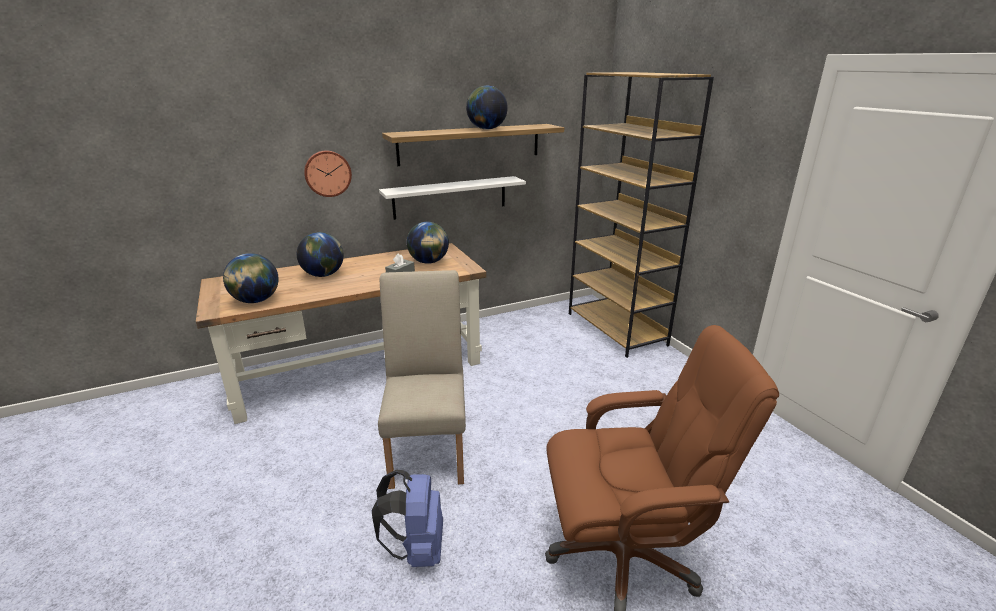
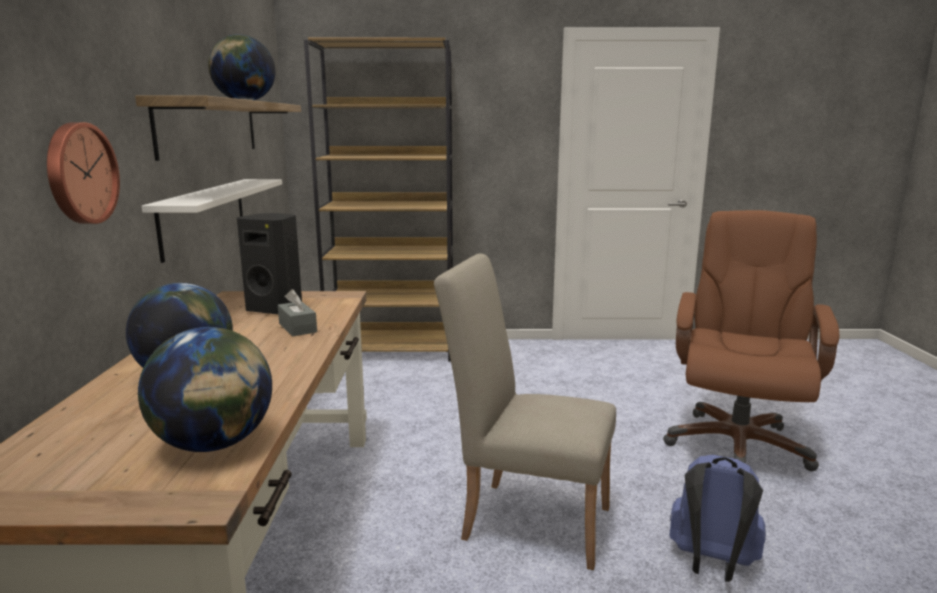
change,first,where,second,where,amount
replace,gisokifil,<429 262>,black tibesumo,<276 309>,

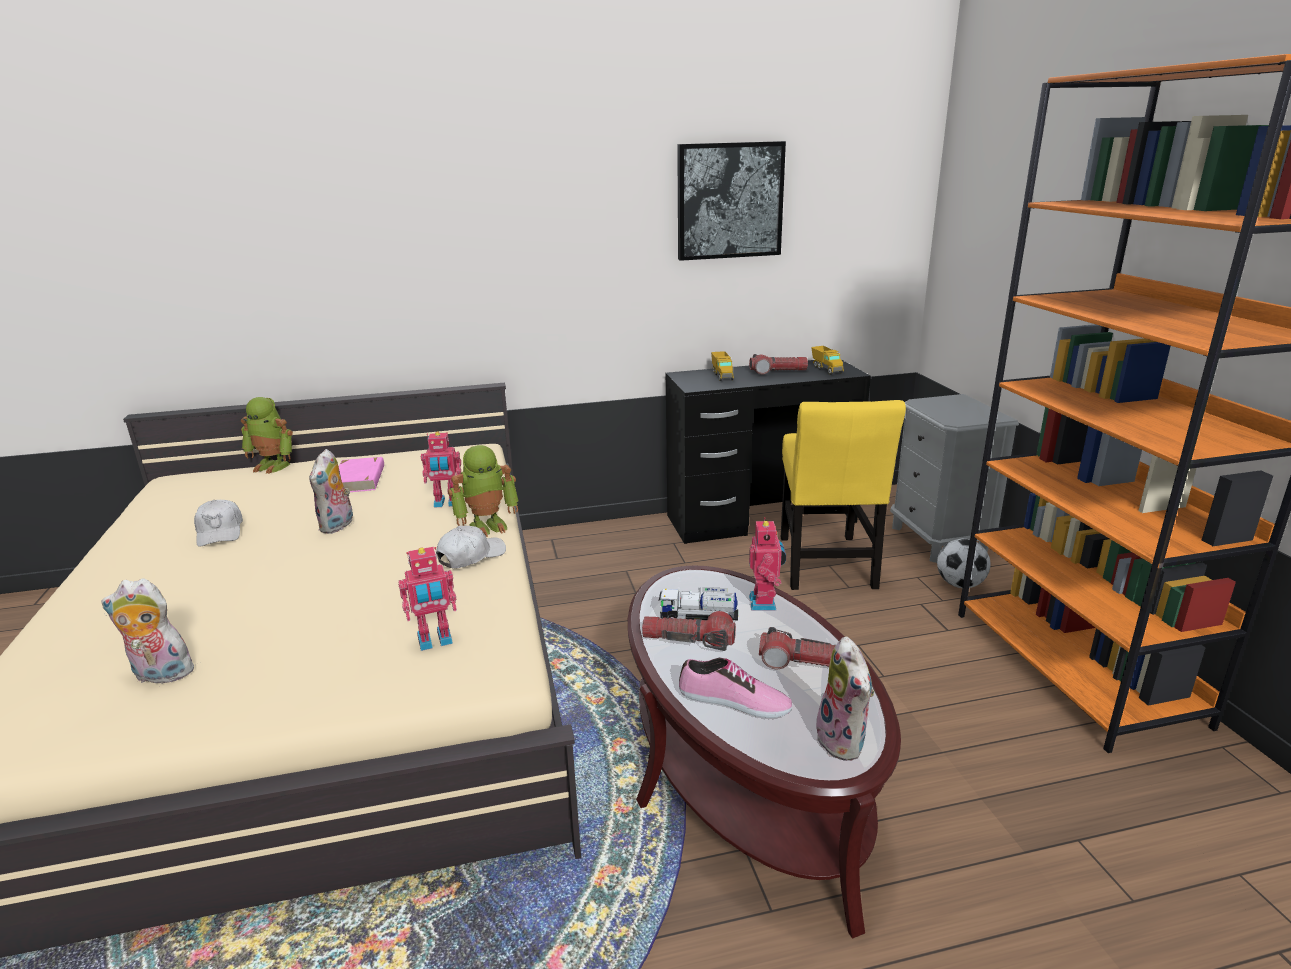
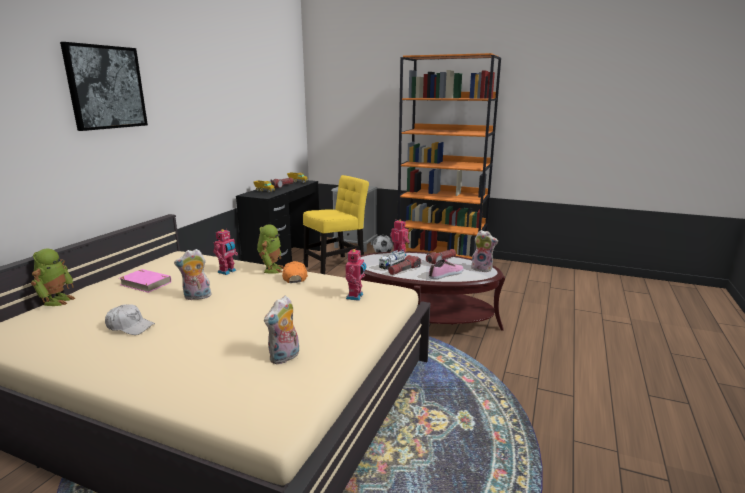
change,first,where,second,where,amount
rotate,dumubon,<274 465>,,<57 300>,45 degrees counterclockwise
move,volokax,<729 201>,,<106 87>,
rotate,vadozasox,<338 526>,,<196 297>,120 degrees clockwise
recolor,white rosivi,<471 556>,orange rosivi,<295 277>,
rotate,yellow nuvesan,<826 565>,,<336 265>,75 degrees counterclockwise

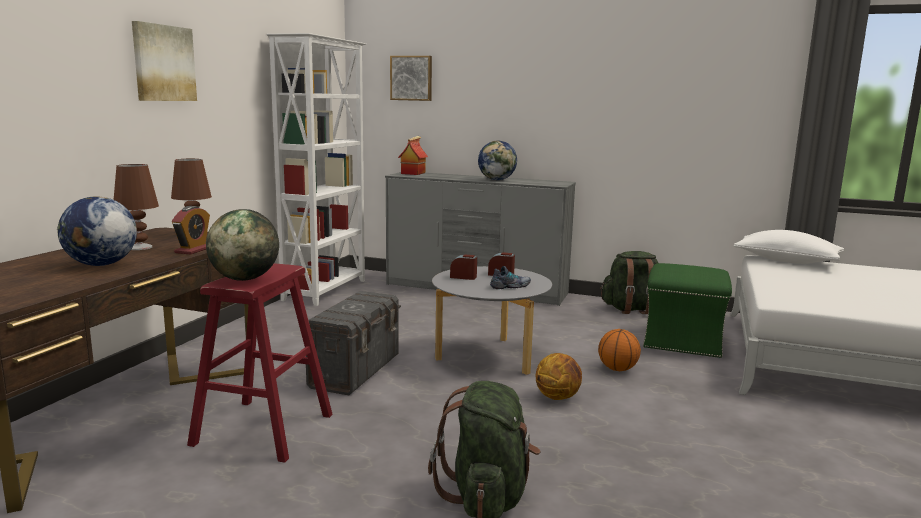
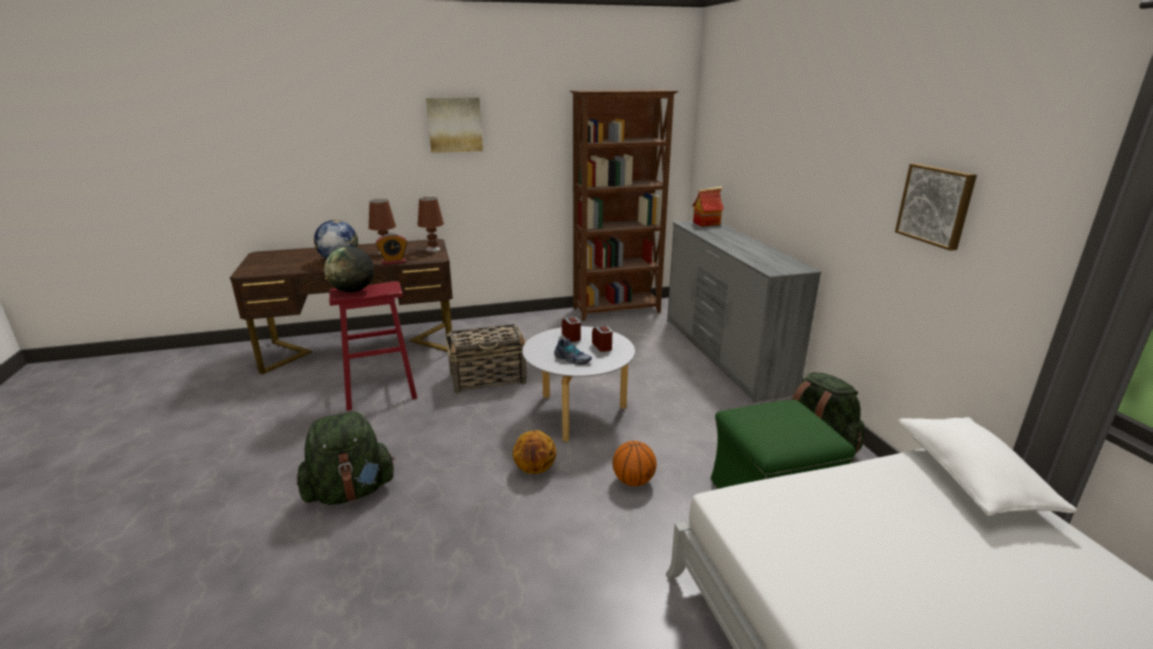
change,first,where,second,where,amount
replace,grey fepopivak,<355 371>,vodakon,<489 378>,
recolor,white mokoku,<326 290>,brown mokoku,<617 310>,
move,volokax,<411 78>,,<936 205>,
delete,gisokifil,<497 180>,,,

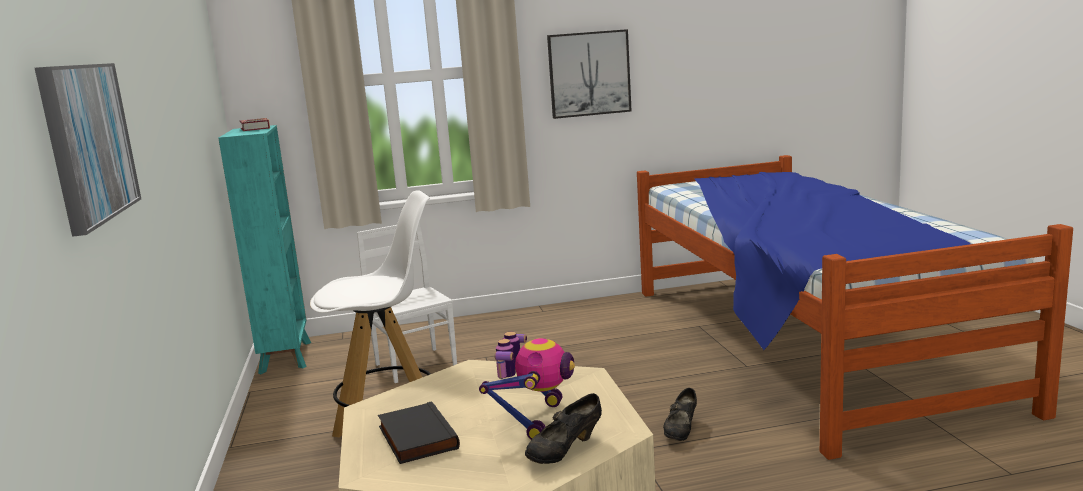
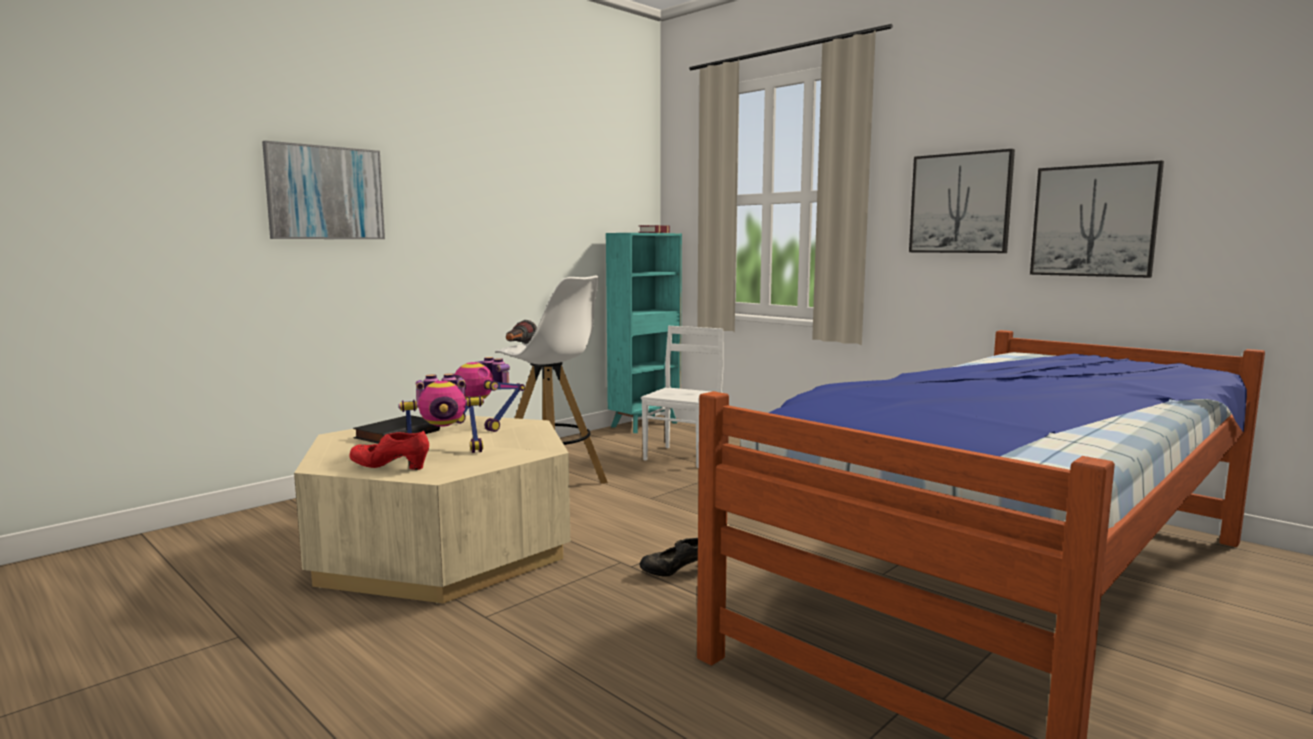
change,first,where,second,where,amount
recolor,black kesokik,<565 451>,red kesokik,<390 468>,
insert,,,dumubon,<482 425>,
insert,,,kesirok,<518 346>,
insert,,,volokax,<1094 221>,

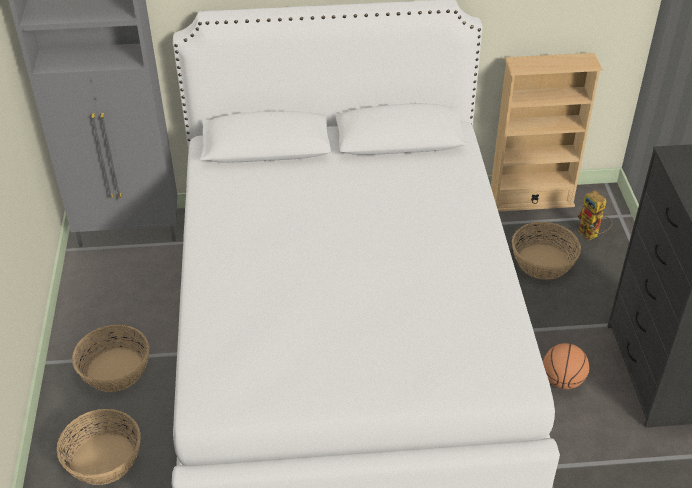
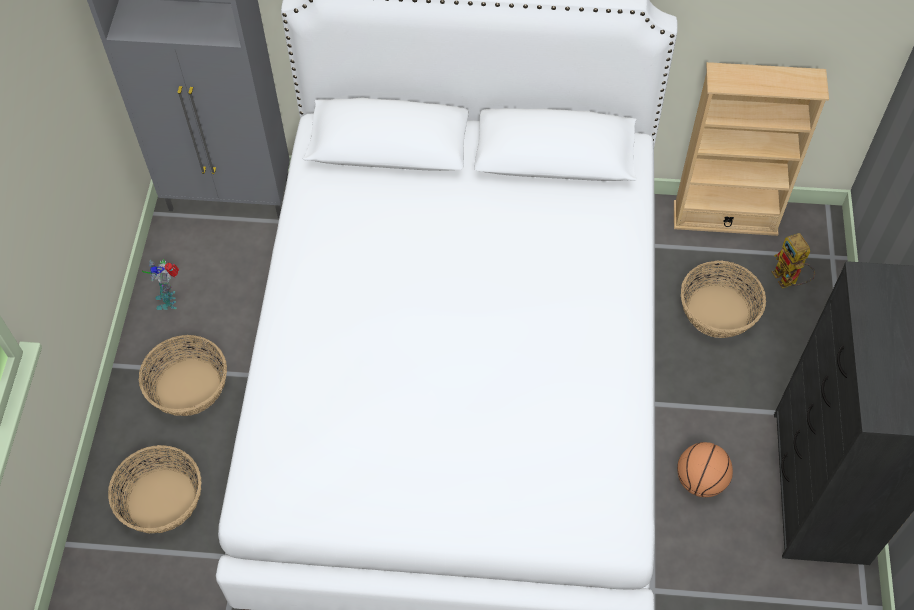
change,first,where,second,where,amount
insert,,,dumubon,<169 299>,

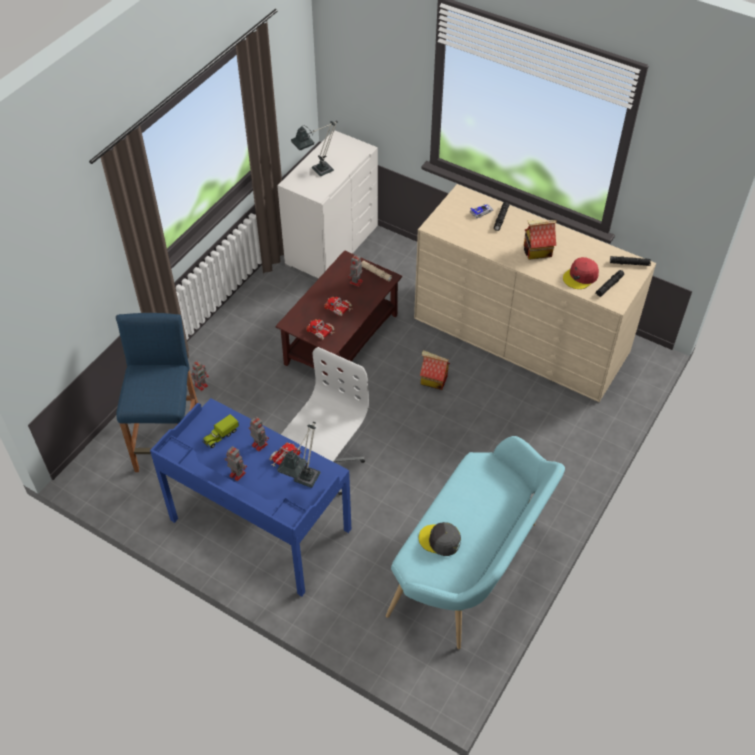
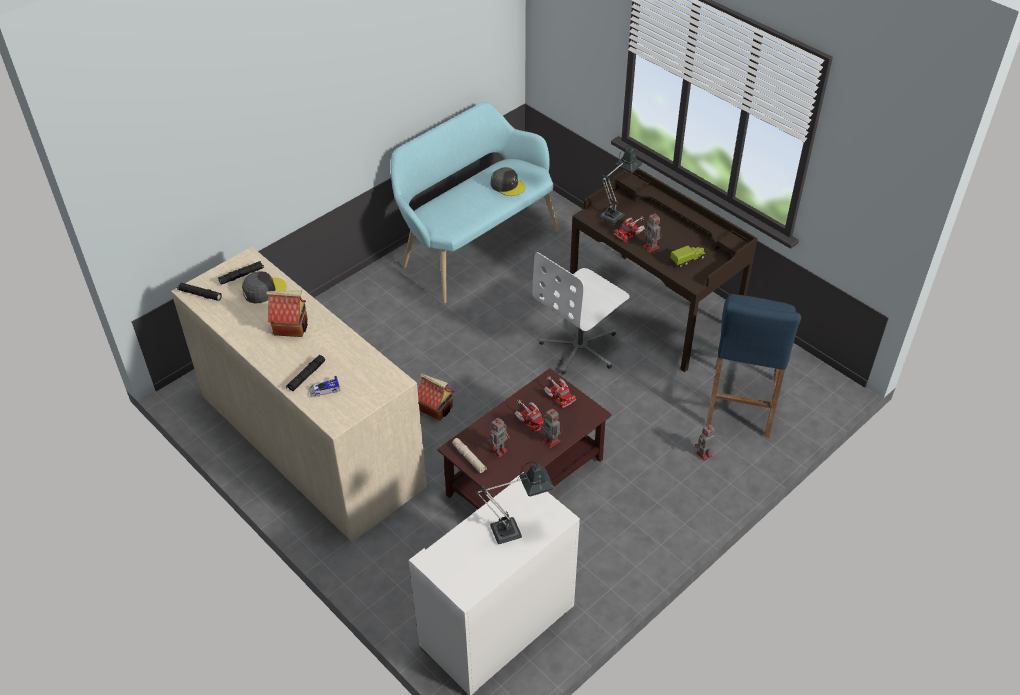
change,first,where,second,where,amount
recolor,red rosivi,<580 276>,grey rosivi,<264 290>,
move,dumubon,<236 474>,,<552 442>,
recolor,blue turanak,<259 525>,brown turanak,<654 309>,

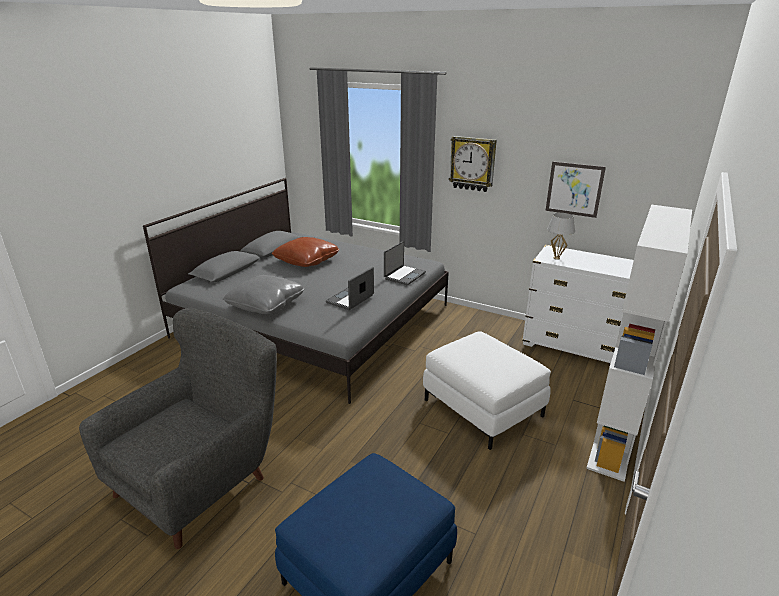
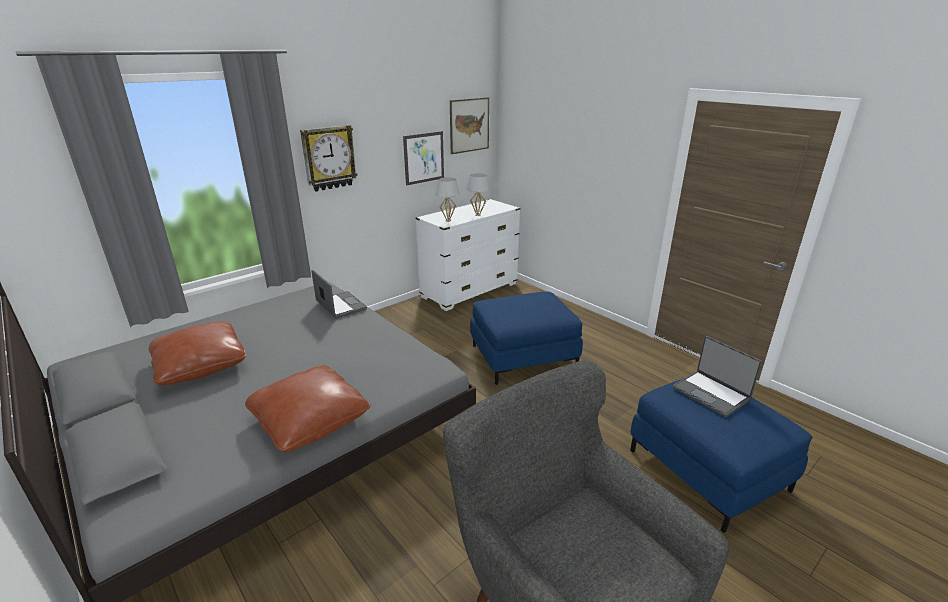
change,first,where,second,where,amount
recolor,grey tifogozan,<266 305>,brown tifogozan,<310 420>,
insert,,,volokax,<469 125>,
insert,,,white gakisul,<477 215>,
recolor,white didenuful,<483 408>,blue didenuful,<523 357>,
move,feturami,<351 299>,,<711 393>,
delete,white mokoku,<615 436>,,,

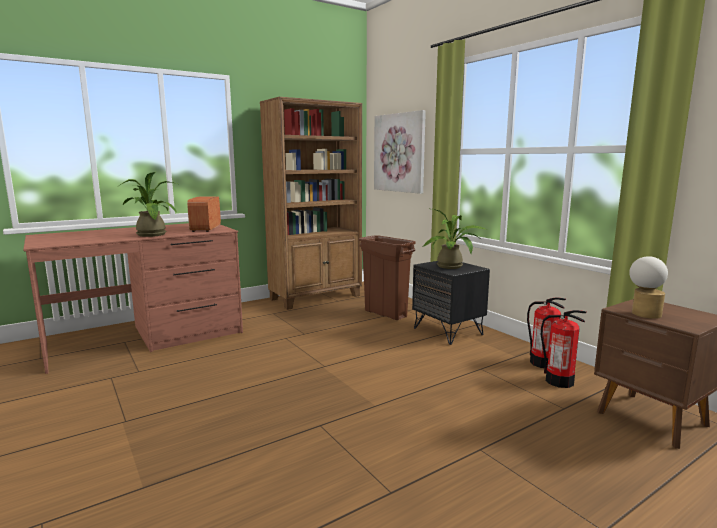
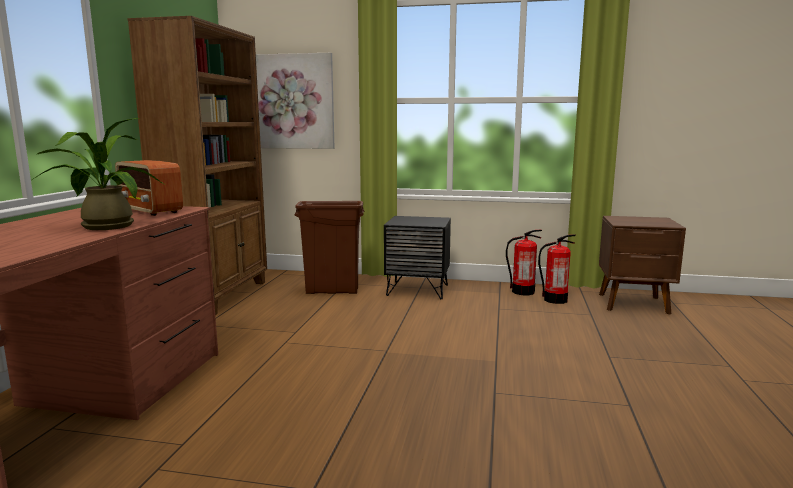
change,first,where,second,where,amount
delete,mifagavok,<453 267>,,,
delete,gakisul,<644 313>,,,

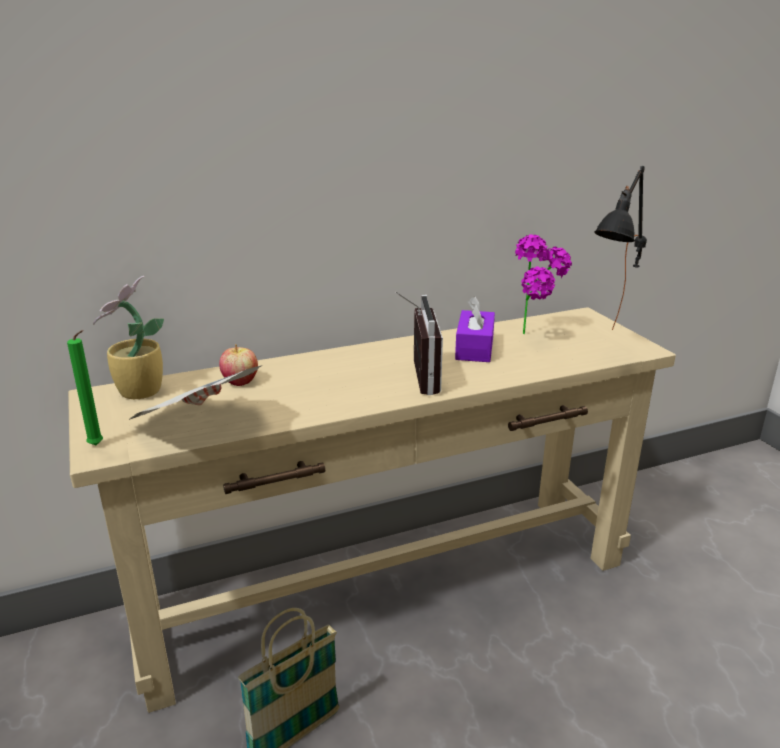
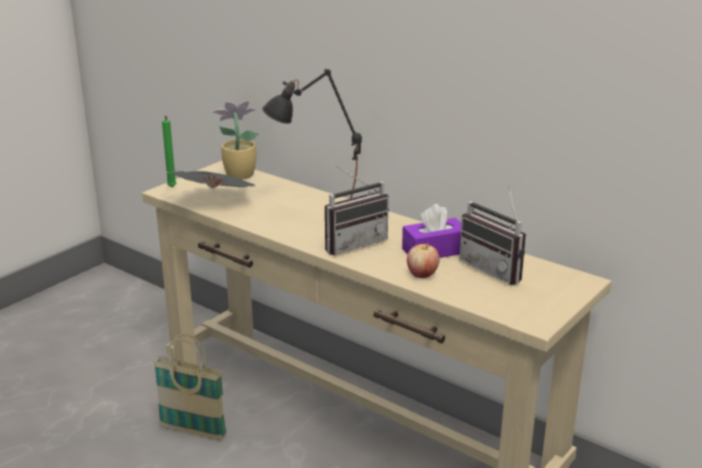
change,first,where,second,where,amount
move,black gakisul,<612 344>,,<313 213>,
move,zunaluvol,<240 382>,,<422 275>,
replace,mifagavok,<536 336>,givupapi,<496 269>,

